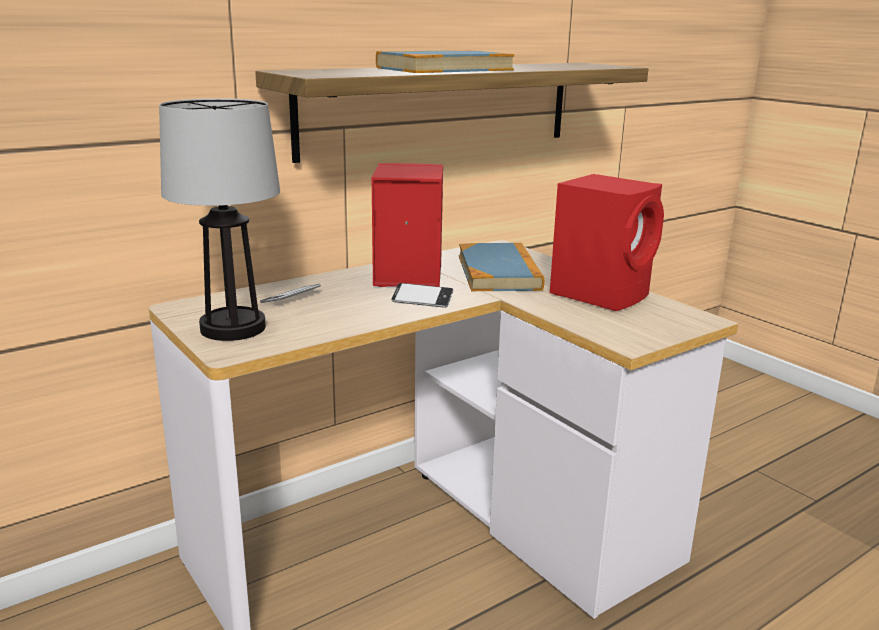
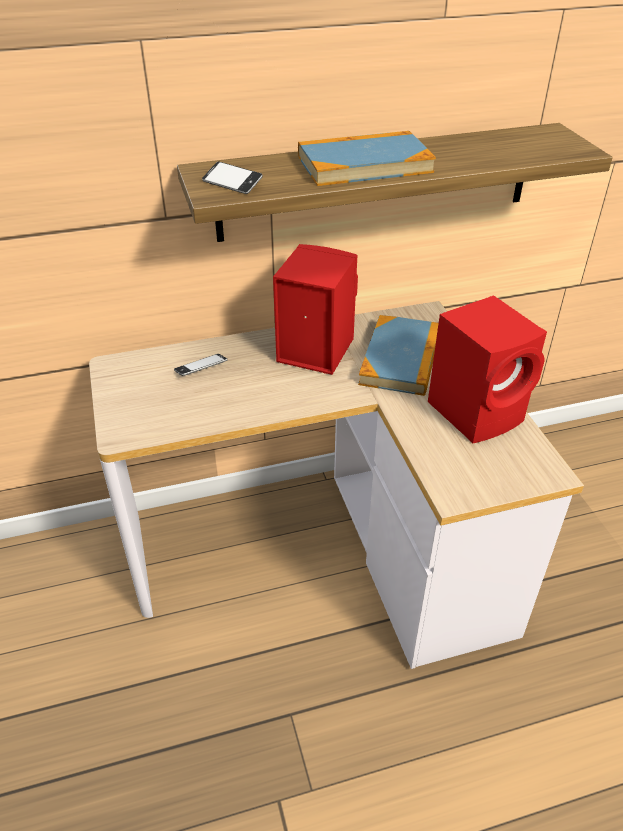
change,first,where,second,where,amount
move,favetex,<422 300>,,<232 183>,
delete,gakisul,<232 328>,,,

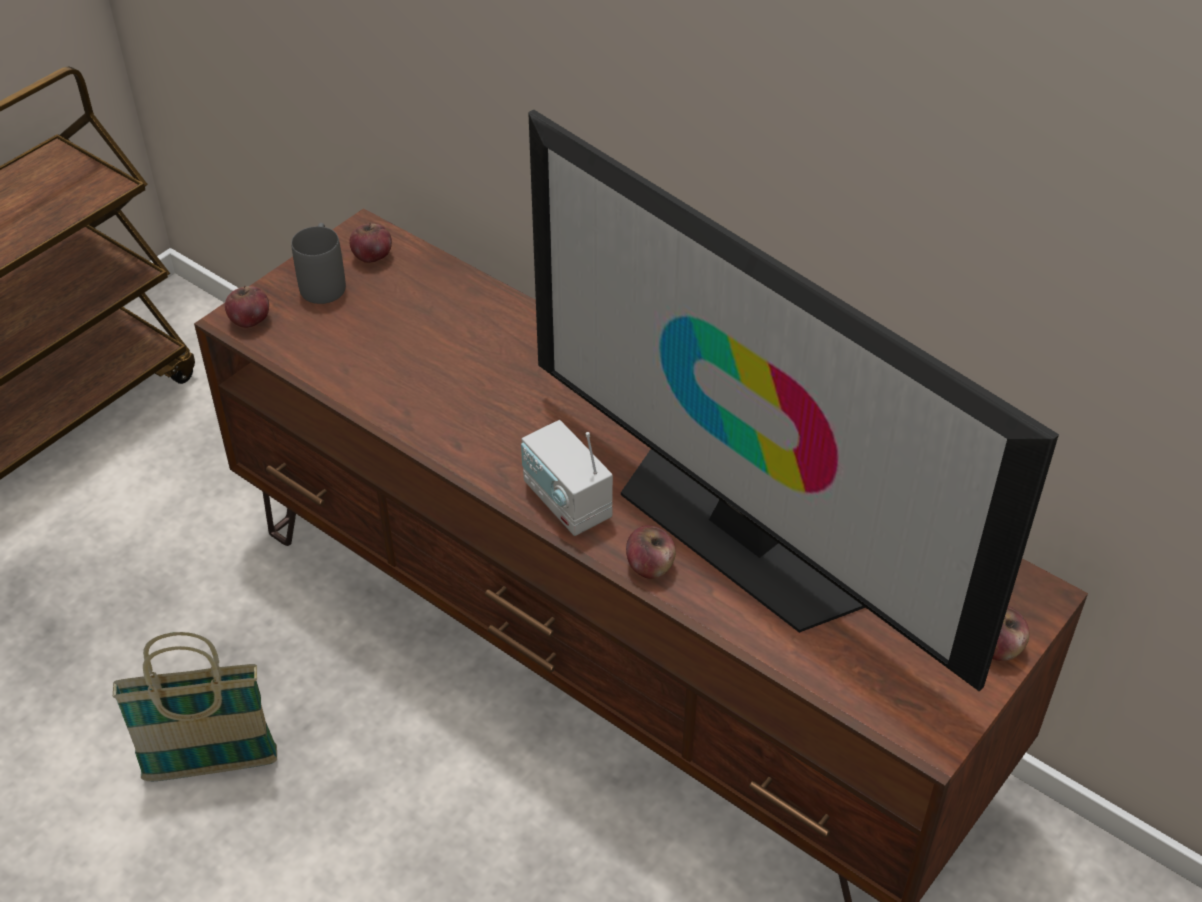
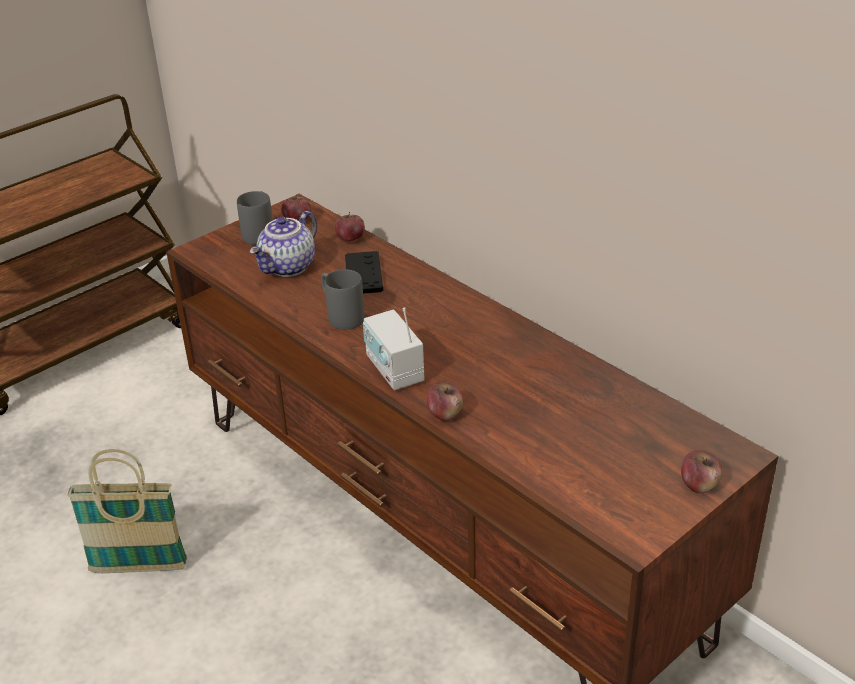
change,first,where,second,where,amount
insert,,,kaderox,<288 267>,
insert,,,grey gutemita,<341 316>,
move,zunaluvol,<250 321>,,<350 239>,
insert,,,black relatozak,<363 274>,
delete,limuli,<743 534>,,,

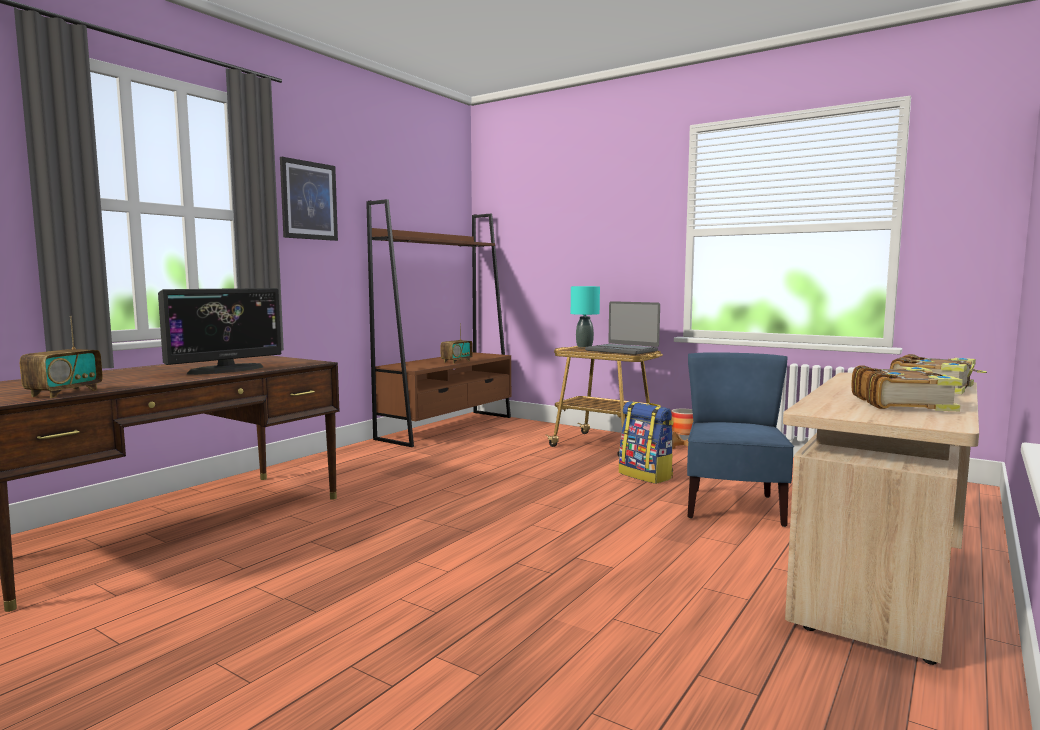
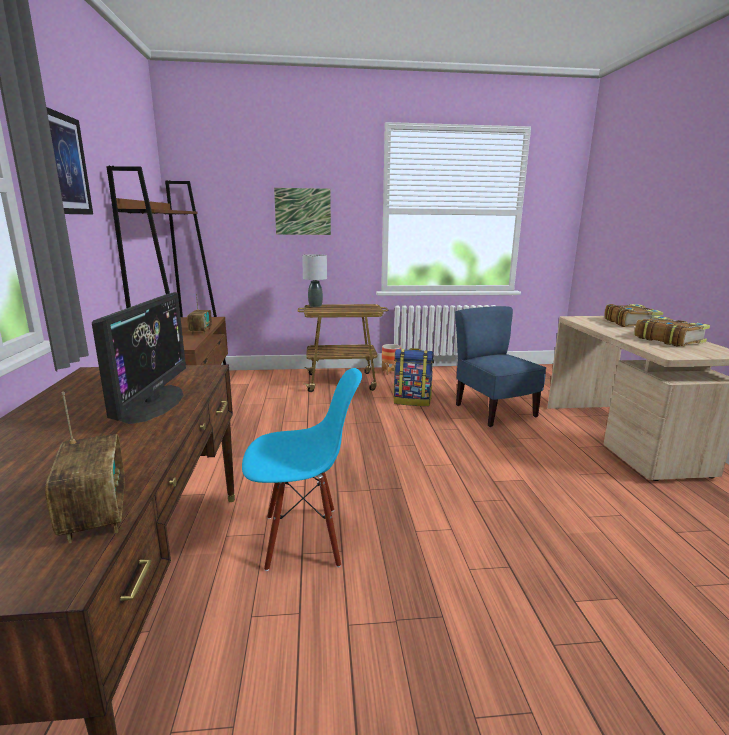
change,first,where,second,where,amount
insert,,,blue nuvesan,<303 538>,
insert,,,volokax,<303 211>,
recolor,turquoise gakisul,<584 346>,grey gakisul,<315 306>,
delete,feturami,<622 350>,,,

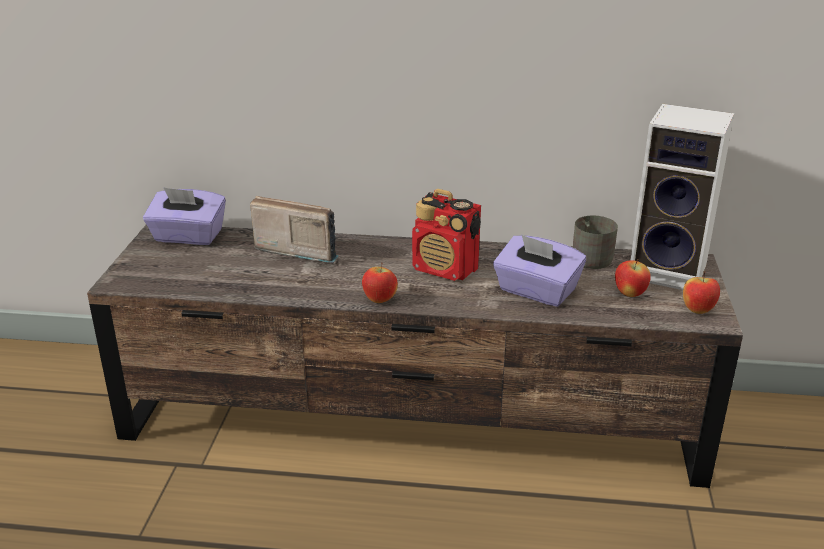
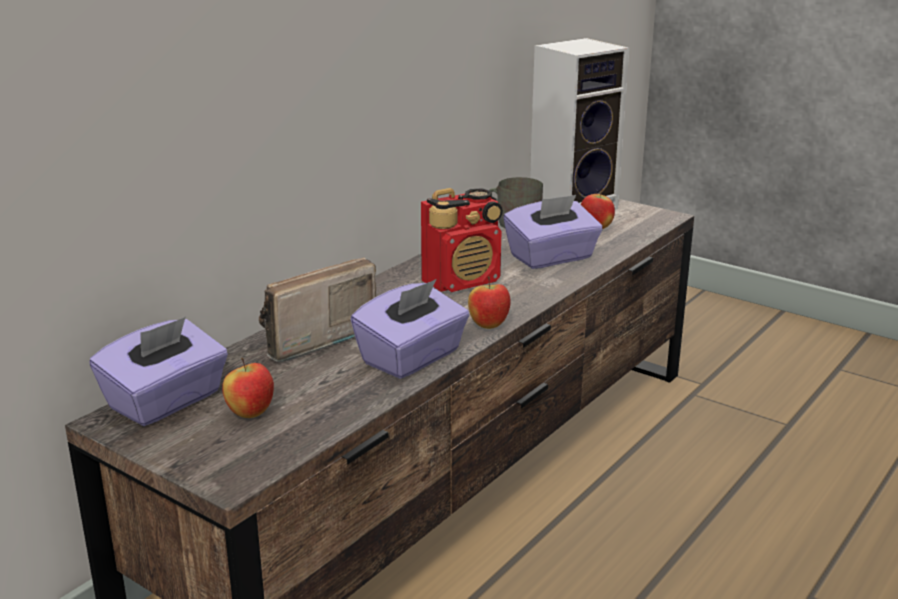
change,first,where,second,where,amount
move,zunaluvol,<698 310>,,<250 413>,
insert,,,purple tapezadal,<412 358>,

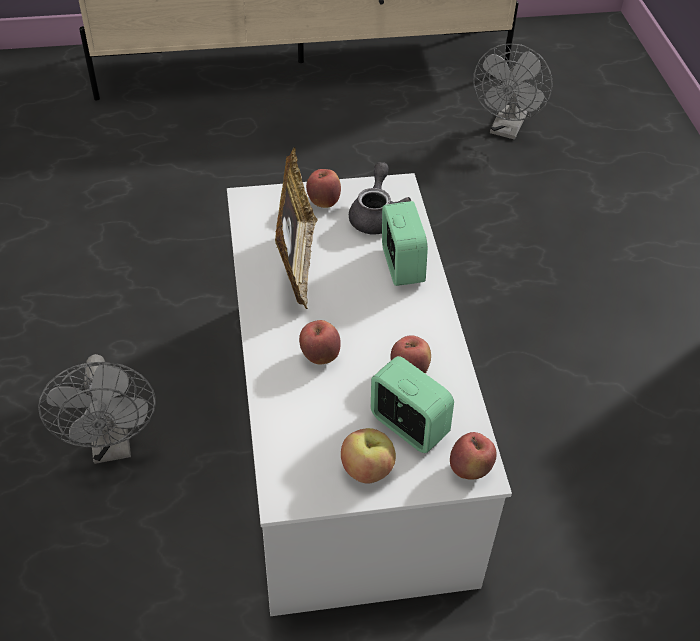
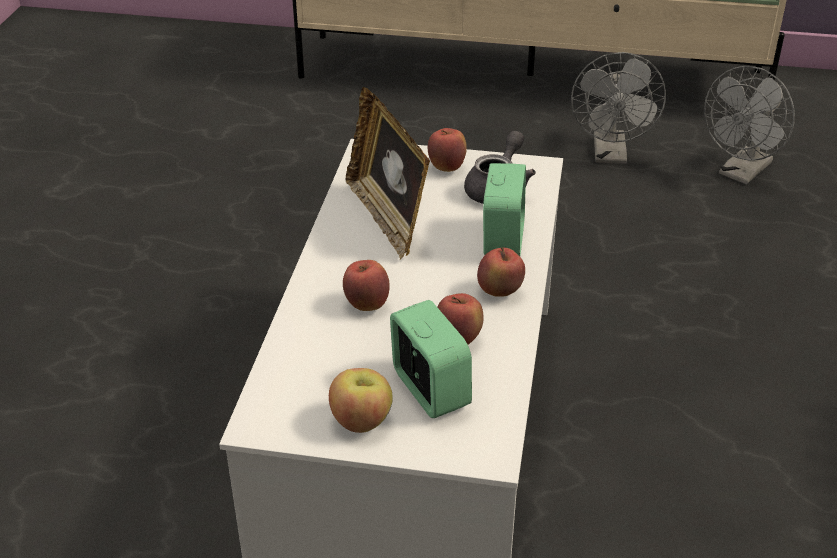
change,first,where,second,where,amount
rotate,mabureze,<297 264>,,<387 217>,135 degrees clockwise
move,zunaluvol,<470 470>,,<500 292>,
move,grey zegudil,<112 445>,,<611 155>,

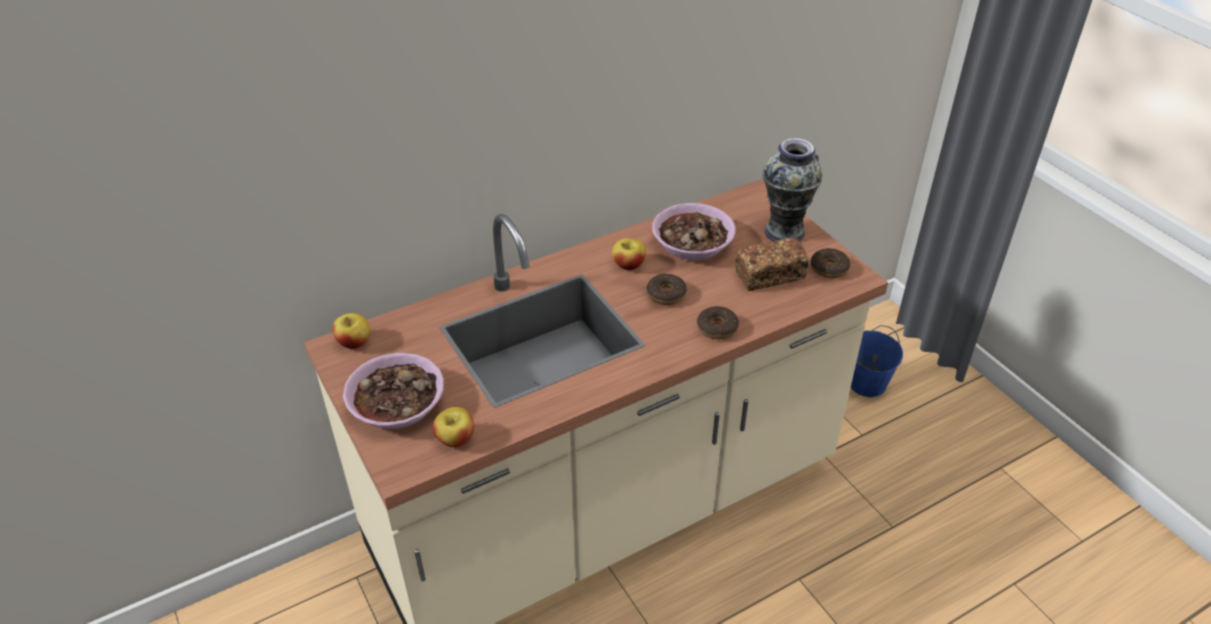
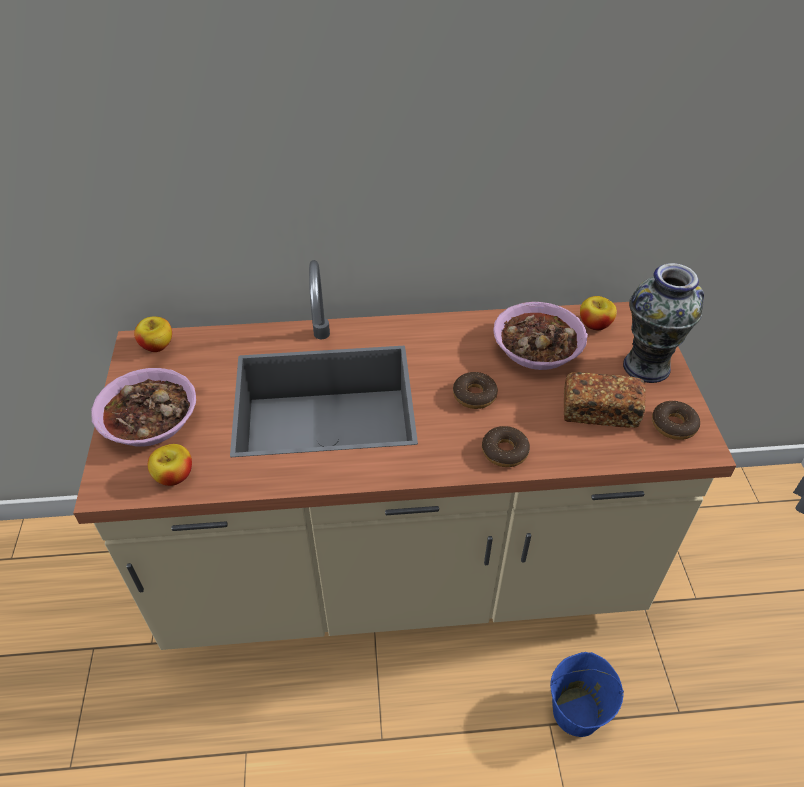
change,first,where,second,where,amount
move,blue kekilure,<866 383>,,<576 711>,
move,zunaluvol,<628 265>,,<594 324>,

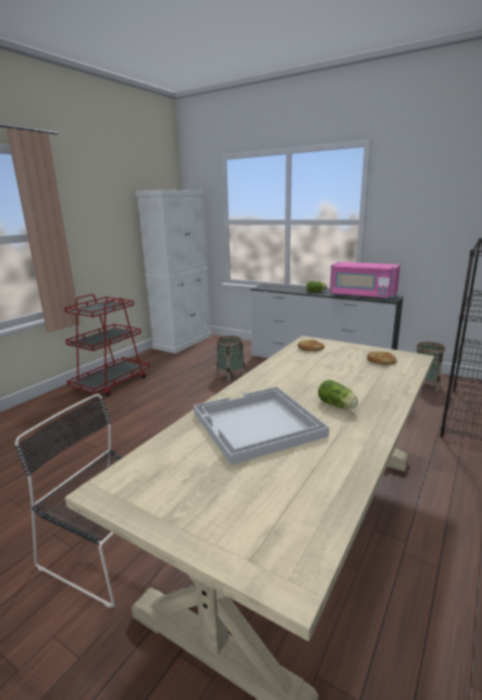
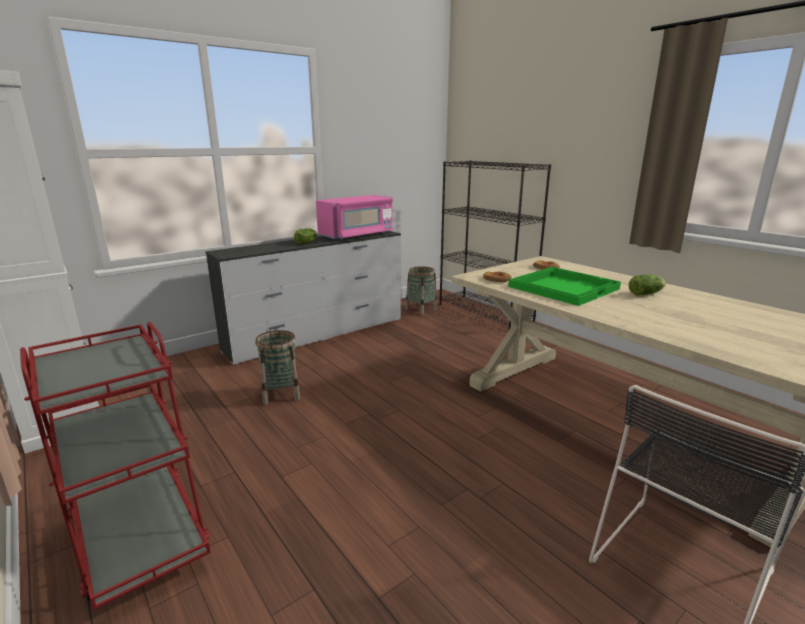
change,first,where,second,where,amount
insert,,,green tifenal,<563 287>,
delete,white tifenal,<257 425>,,,

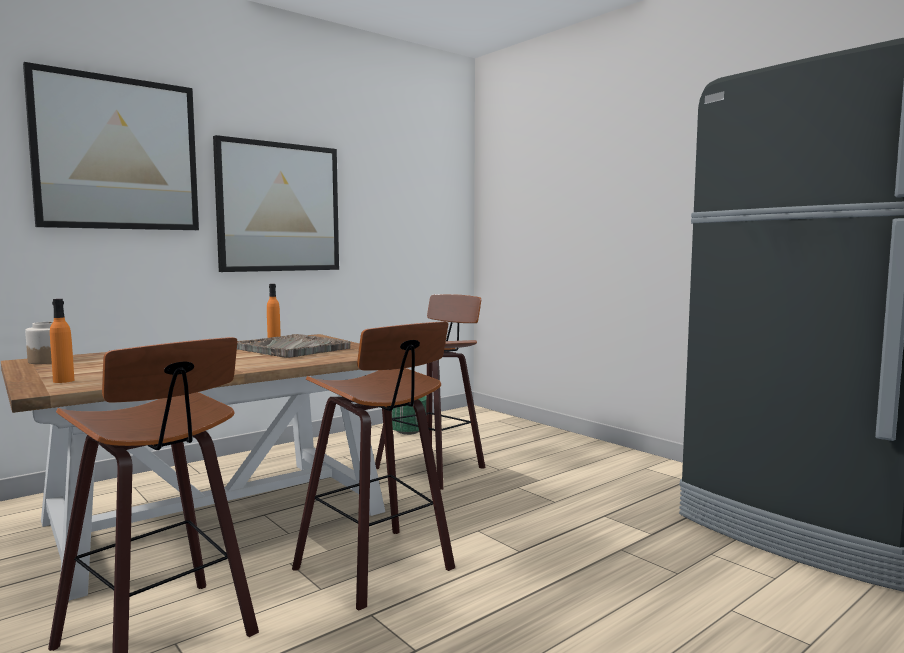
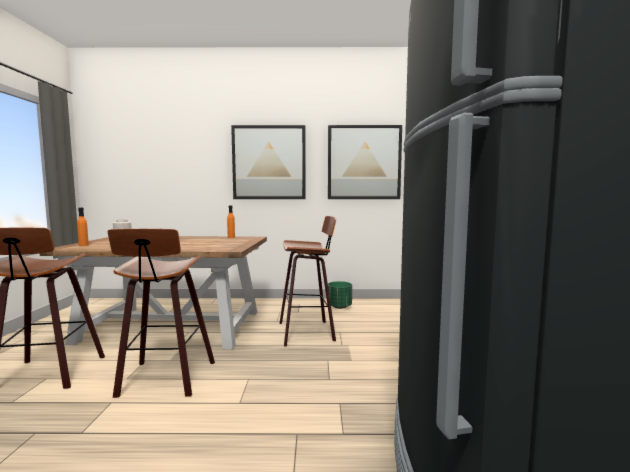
change,first,where,second,where,amount
move,volokax,<117 154>,,<364 162>,
delete,grey tifenal,<292 348>,,,

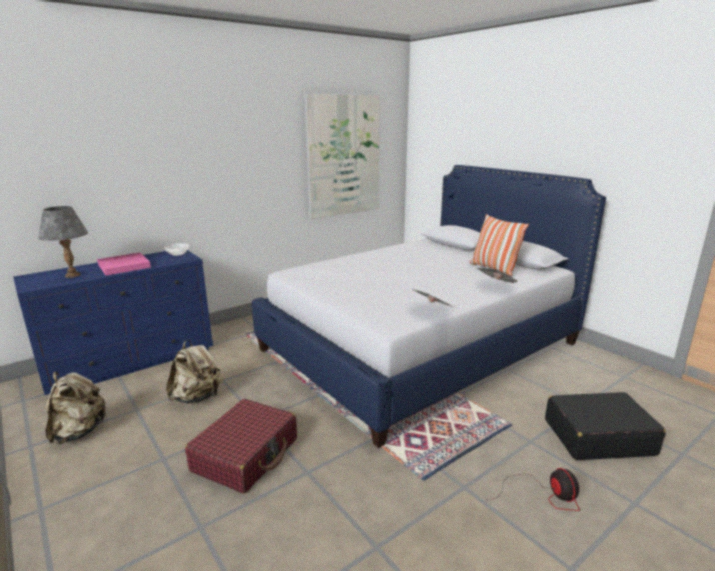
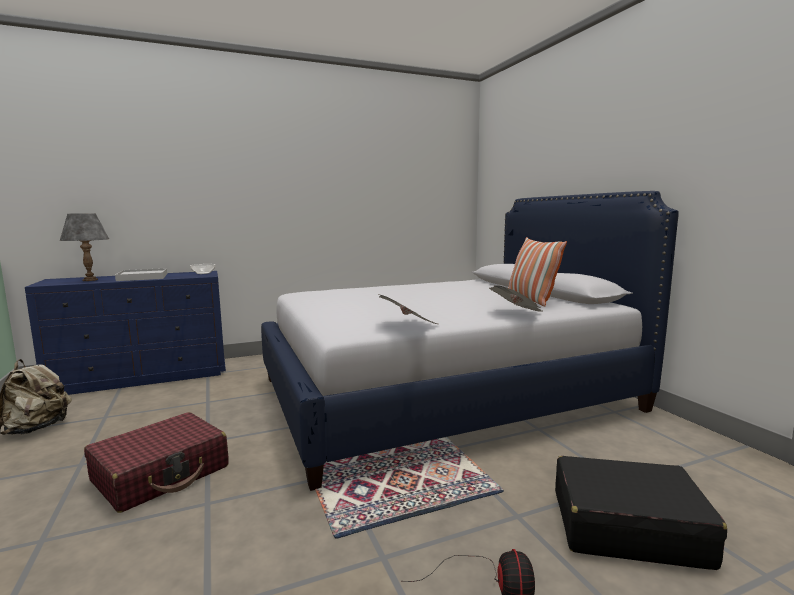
change,first,where,second,where,amount
recolor,pink tifenal,<124 266>,white tifenal,<143 277>,
delete,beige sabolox,<197 397>,,,
delete,volokax,<343 156>,,,

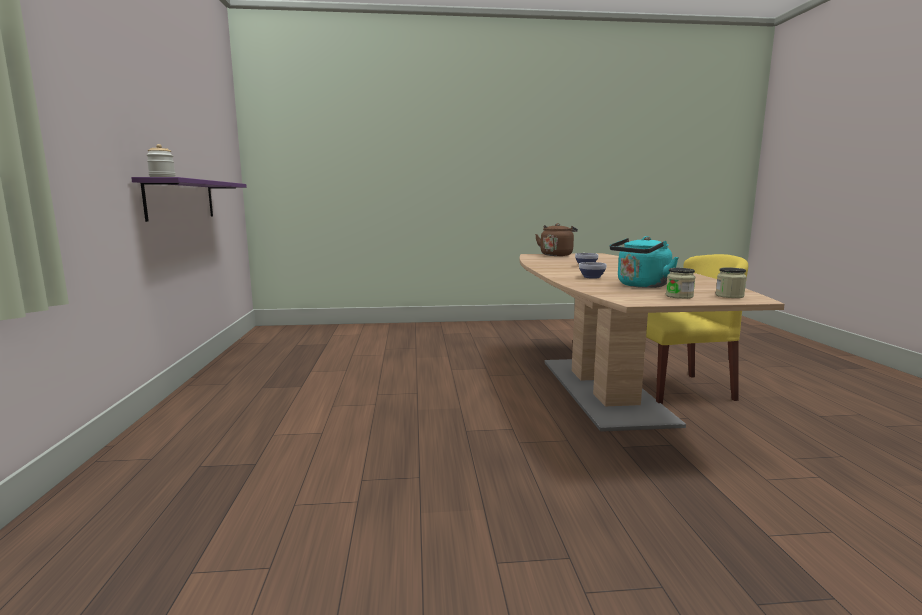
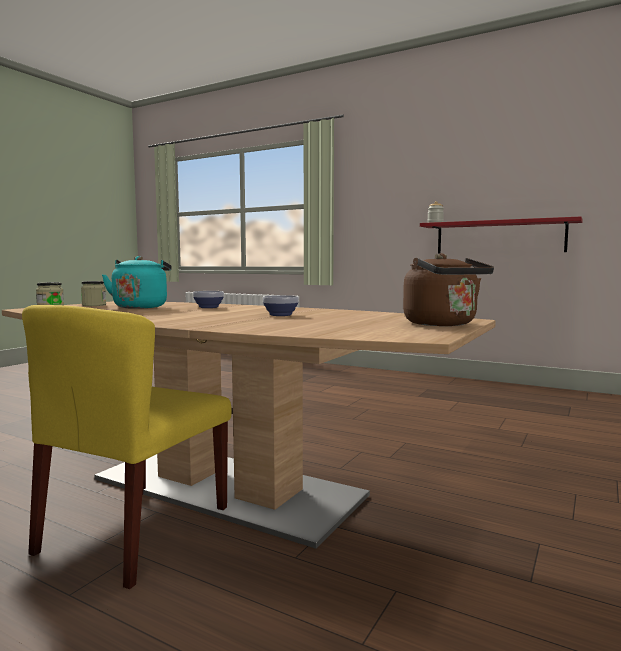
change,first,where,second,where,amount
recolor,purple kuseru,<181 199>,red kuseru,<499 237>,

